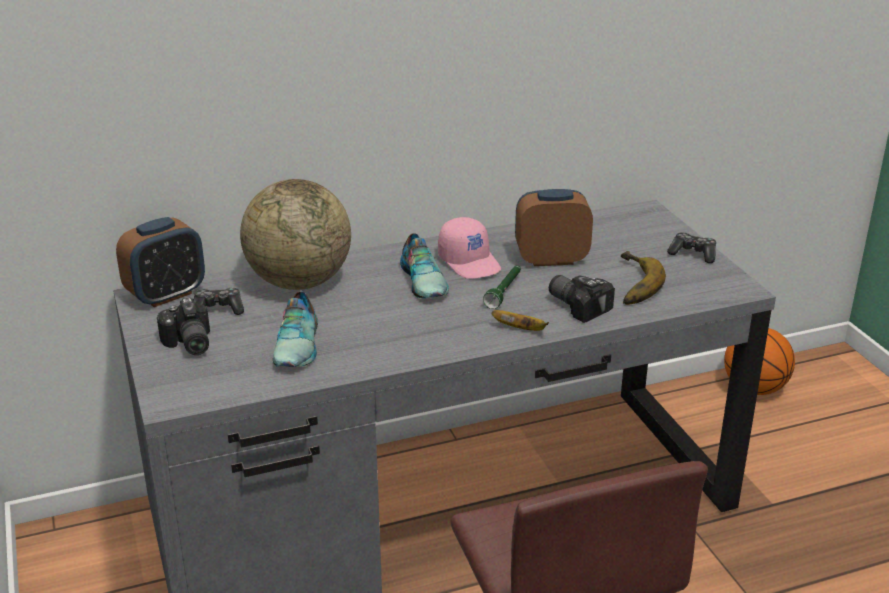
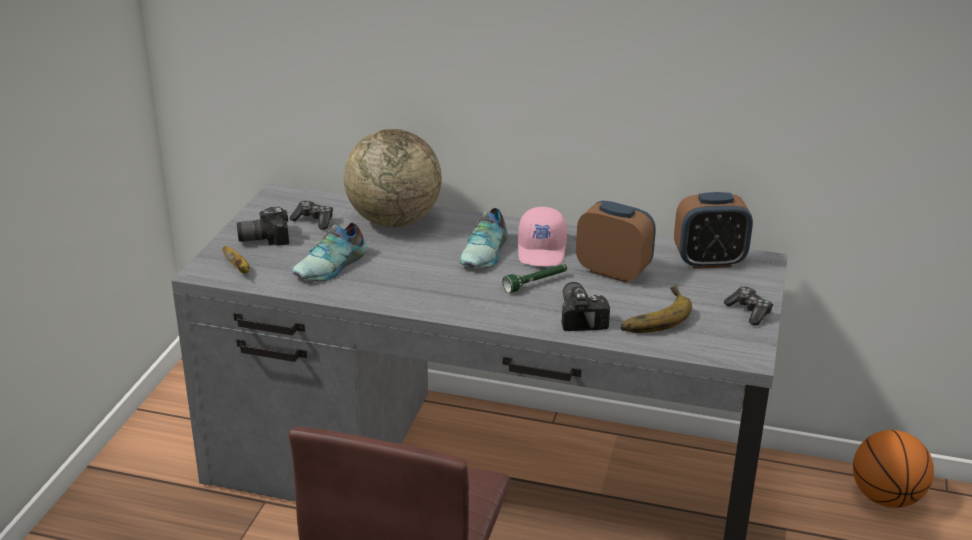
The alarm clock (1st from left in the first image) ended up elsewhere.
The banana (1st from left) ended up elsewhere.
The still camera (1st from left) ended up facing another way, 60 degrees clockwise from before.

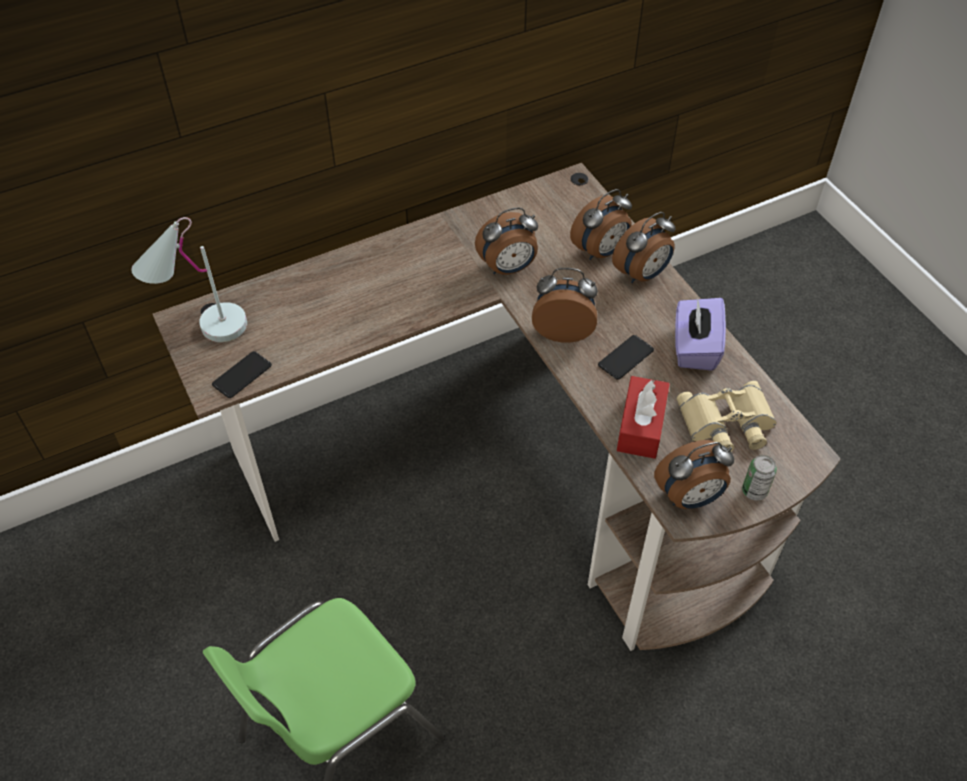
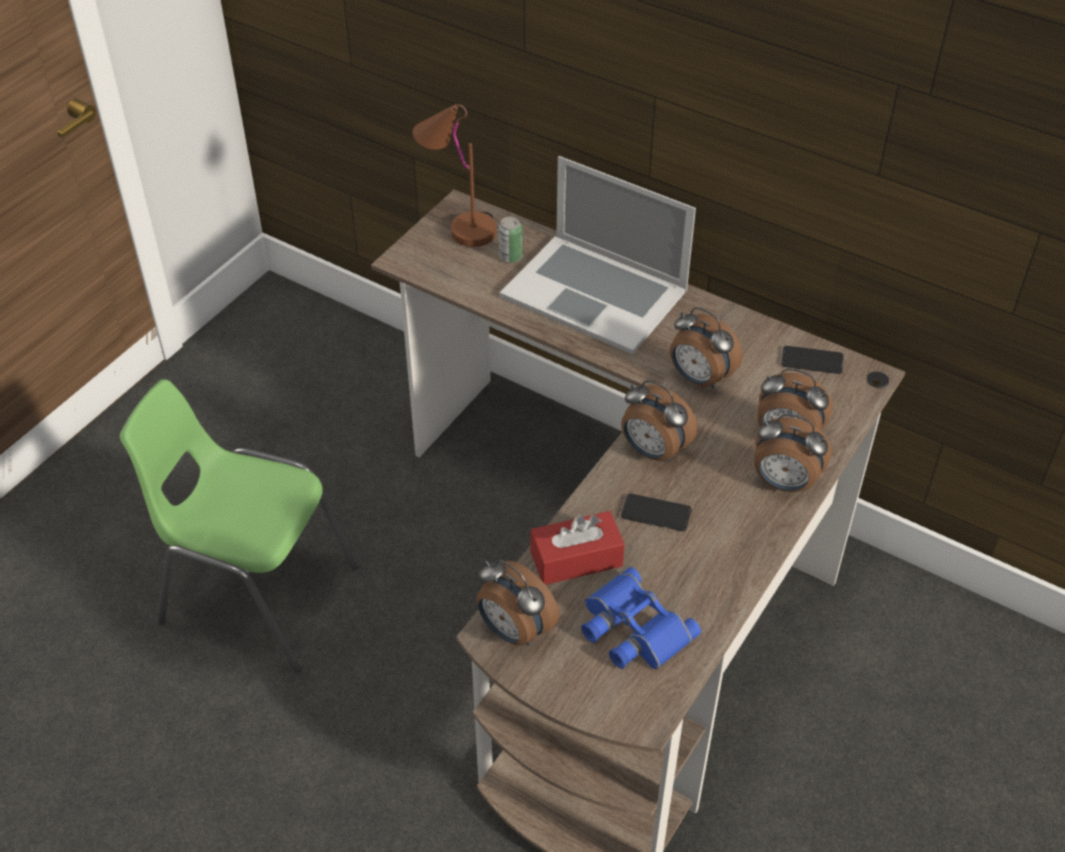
The second view lost the purple-coloured tissue box.
The second view gained the notebook computer.
The telephone (1st from left in the first image) ended up elsewhere.
The can ended up elsewhere.
What was the white-coloured table lamp turned into the brownish table lamp.
What was the sand-coloured binoculars turned into the blue binoculars.
The alarm clock (2nd from left) ended up facing another way, 150 degrees clockwise from before.

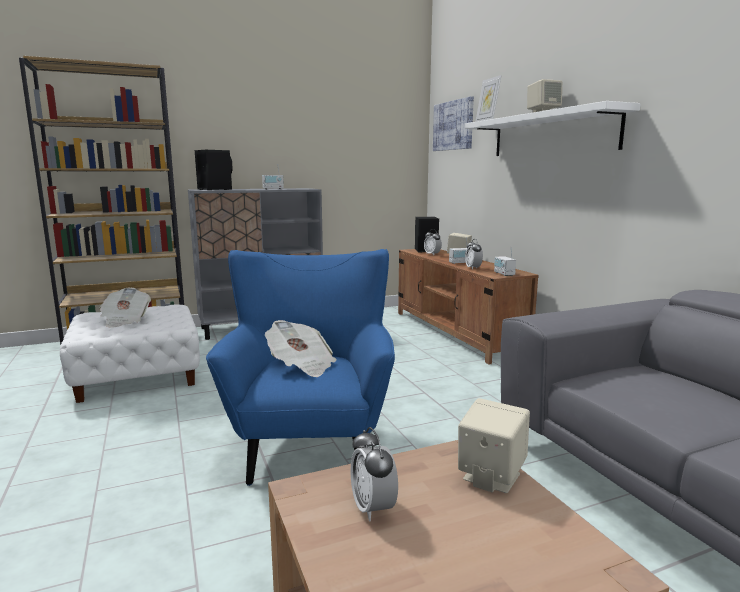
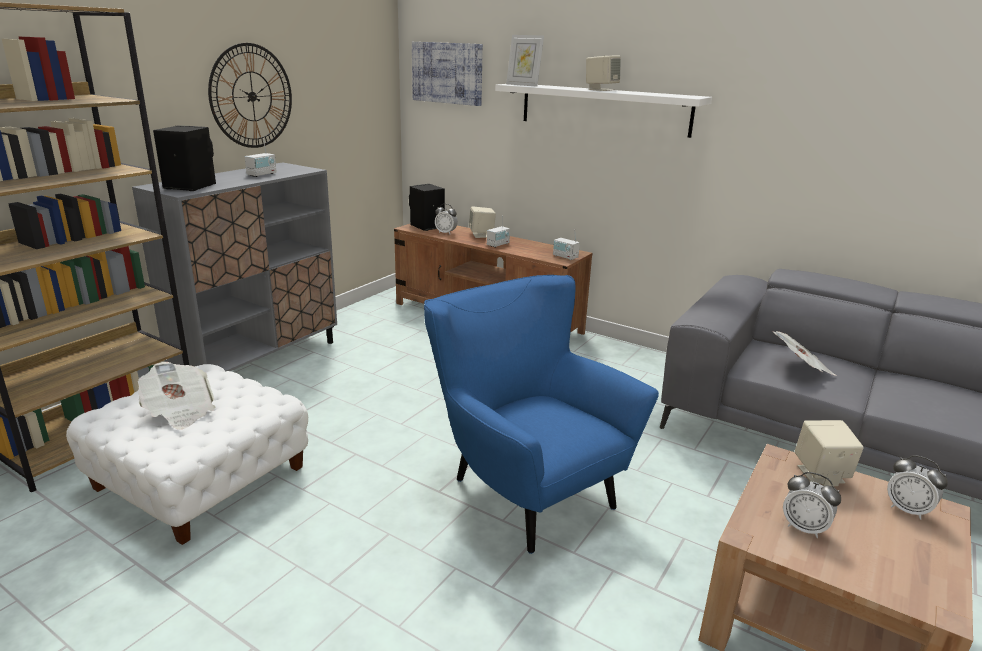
The second view gained the hanging clock.
The newspaper (2nd from left) ended up elsewhere.
The alarm clock (3rd from left) ended up elsewhere.

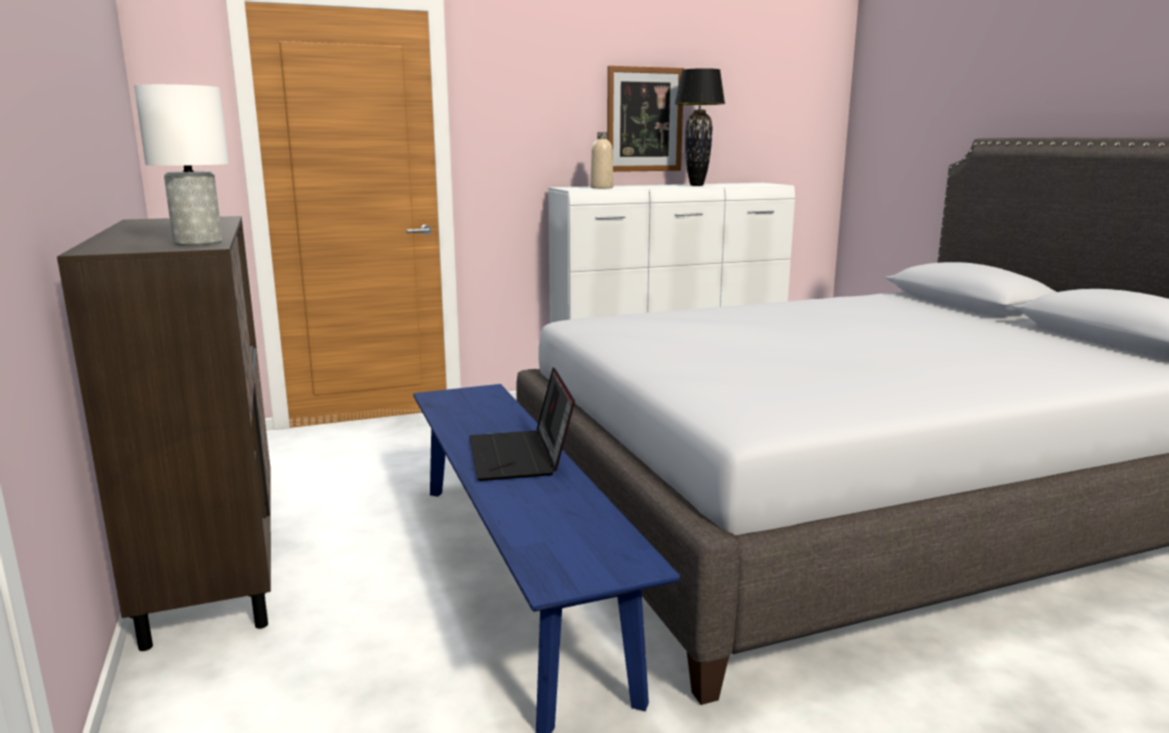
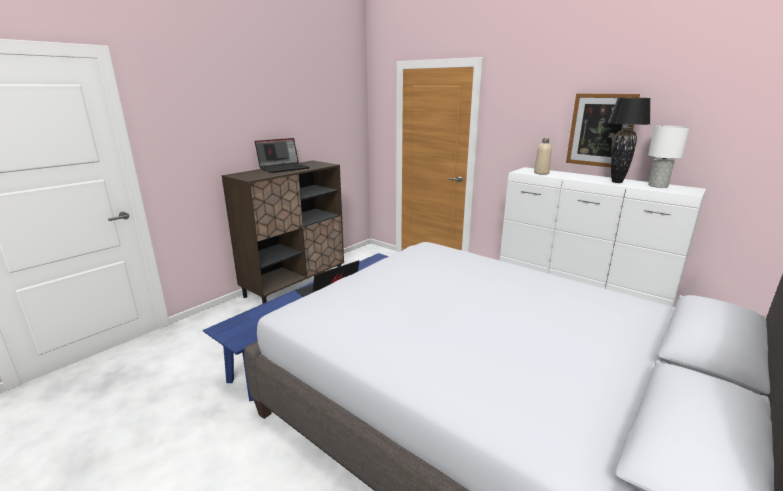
The second view gained the notebook computer (1st from left).
The white-coloured table lamp ended up elsewhere.

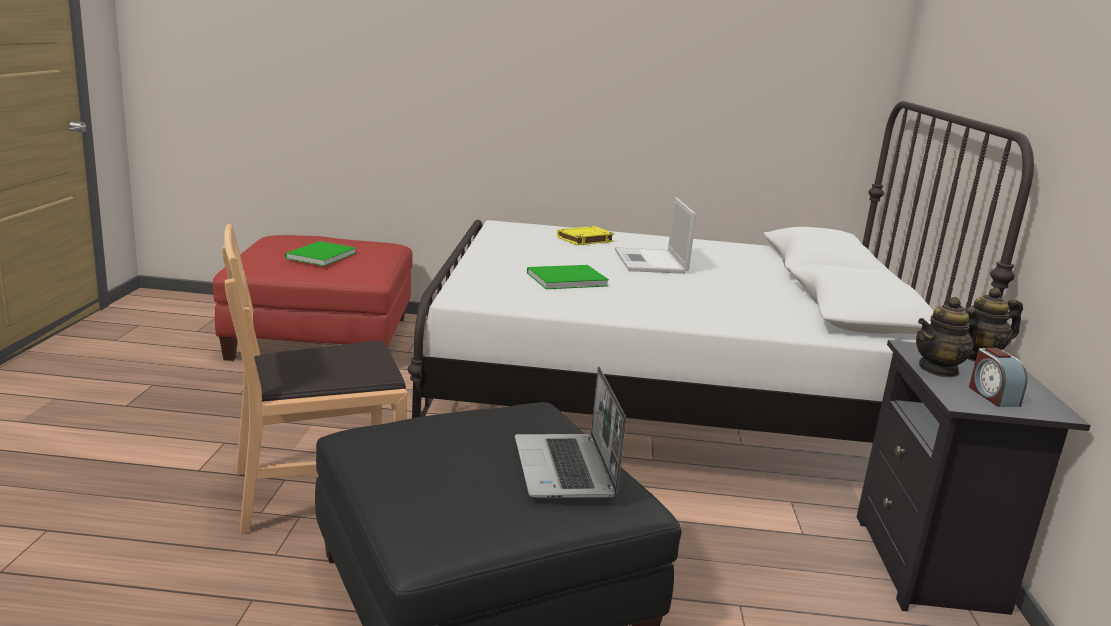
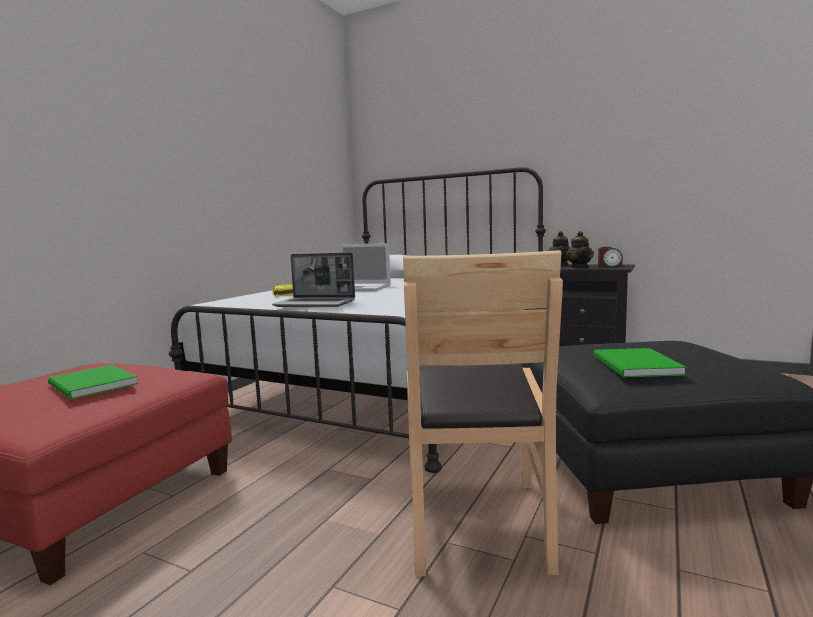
The notebook computer (1st from left) ended up elsewhere.
The greenish bound book (2nd from left) ended up elsewhere.

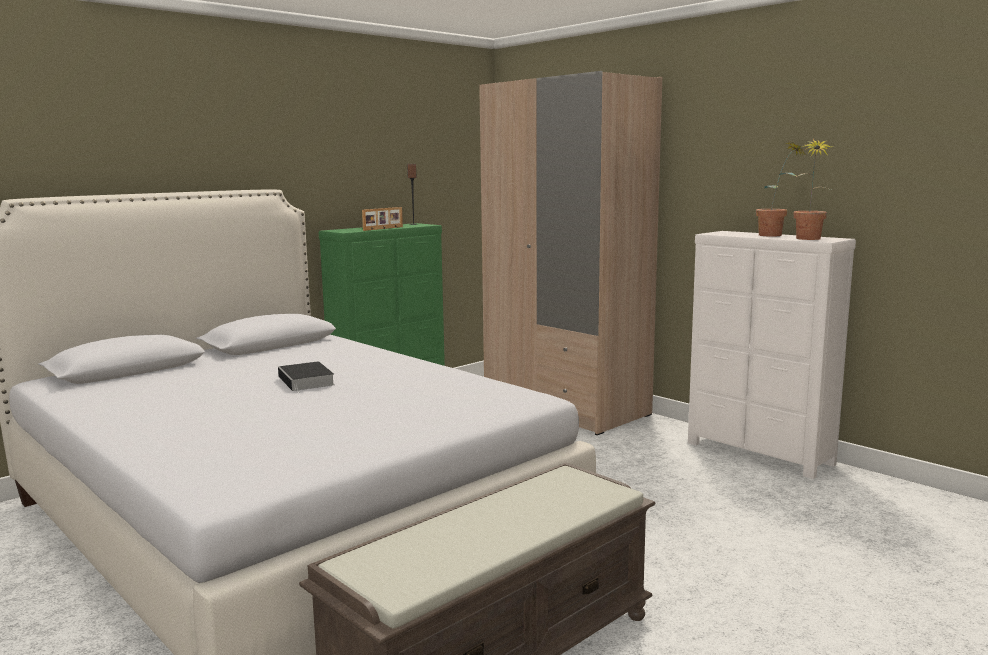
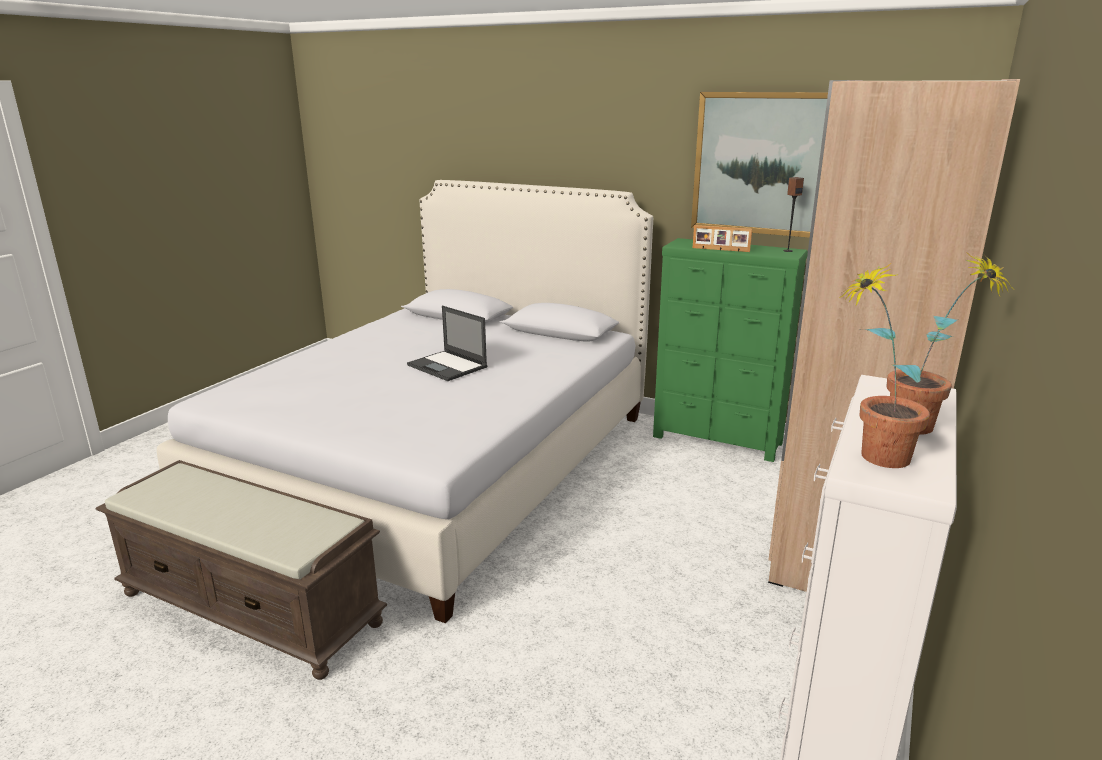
The second view gained the wall picture.
Where the bound book stood, the notebook computer came to stand.

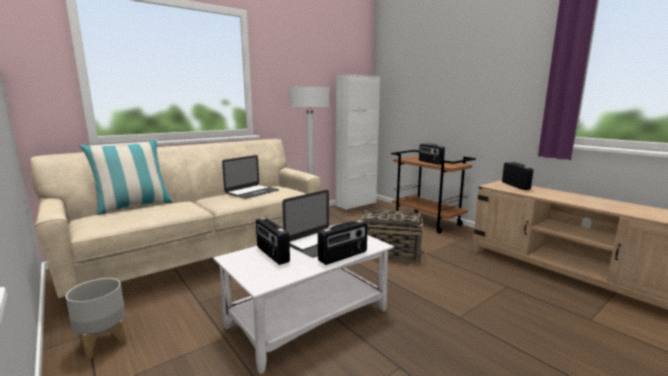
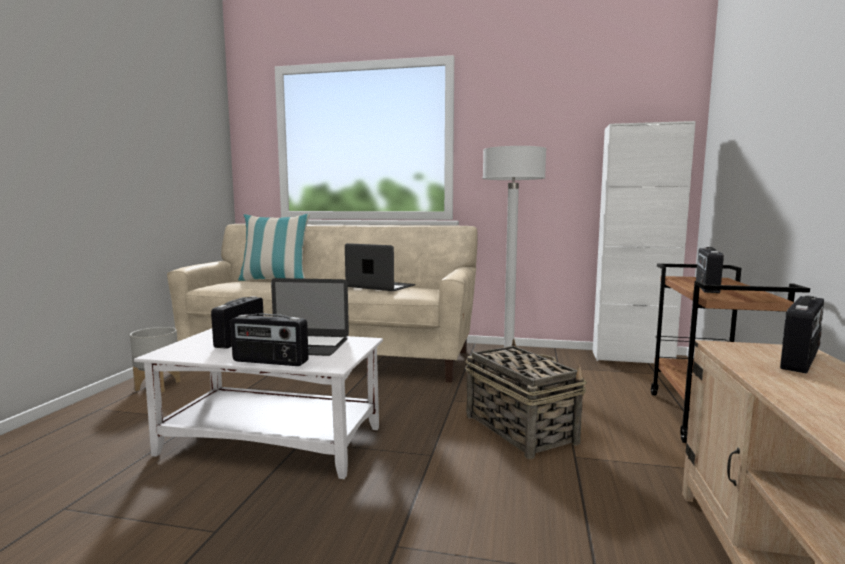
The notebook computer (1st from left in the first image) ended up facing another way, 150 degrees counterclockwise from before.

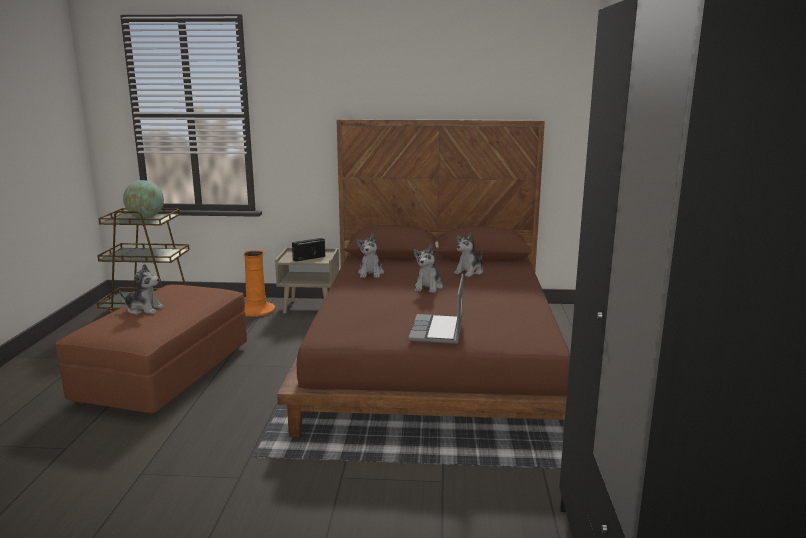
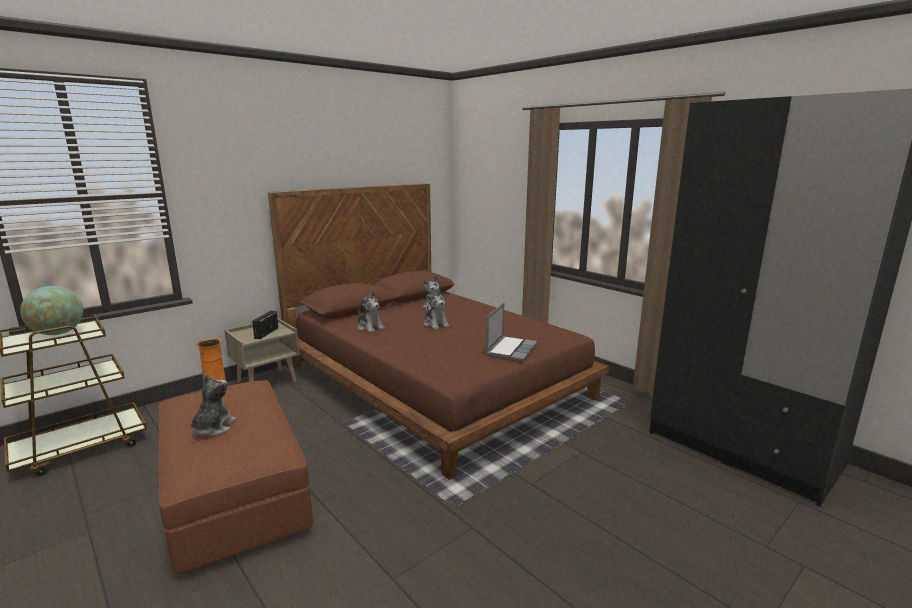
The soft toy (1st from left) ended up facing another way, 45 degrees counterclockwise from before.
The notebook computer ended up facing another way, 120 degrees counterclockwise from before.

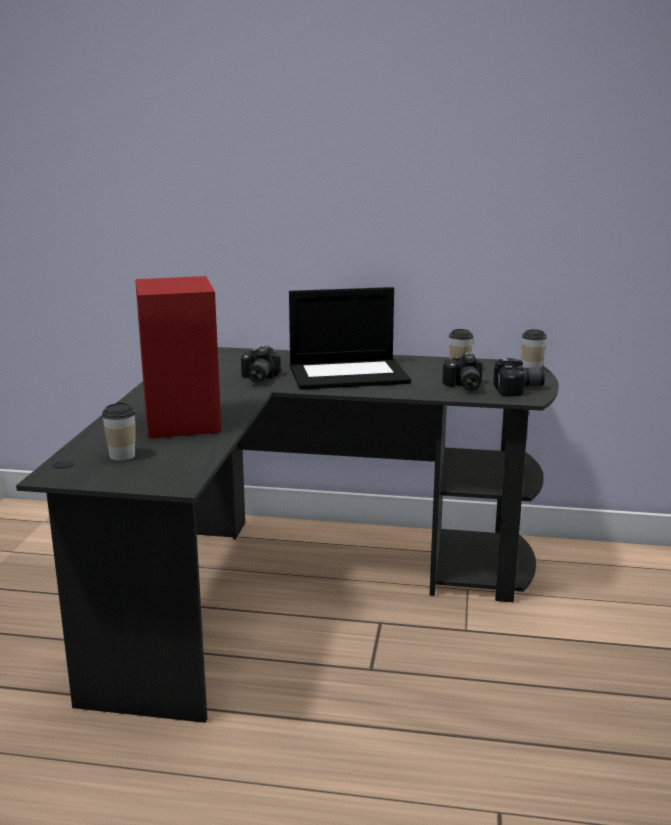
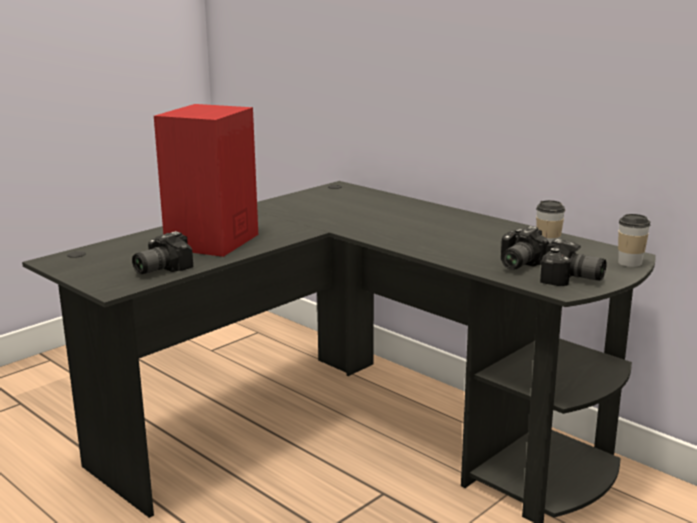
The second view lost the cup (1st from left).
The second view lost the notebook computer.
The still camera (1st from left) ended up elsewhere.

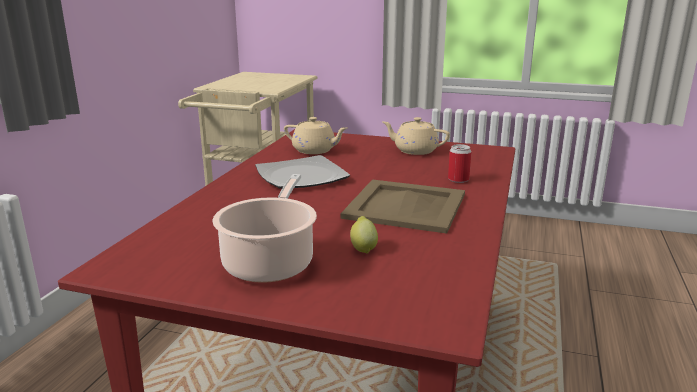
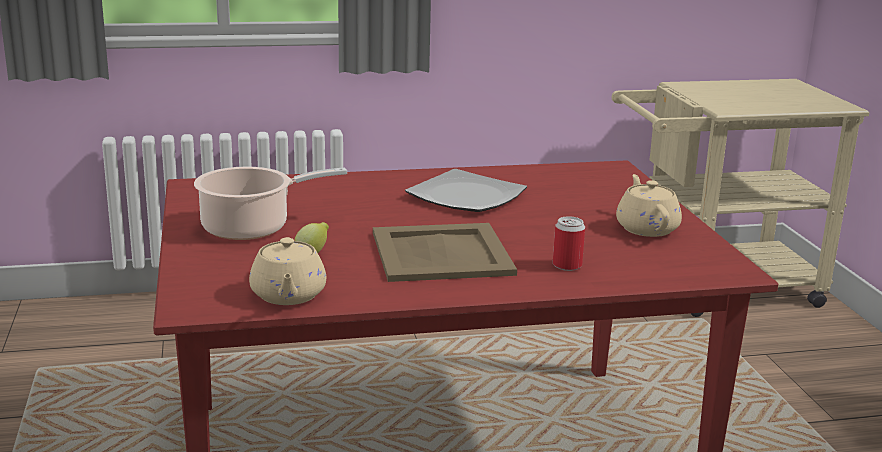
The sand-coloured tea pot (1st from left) ended up elsewhere.

